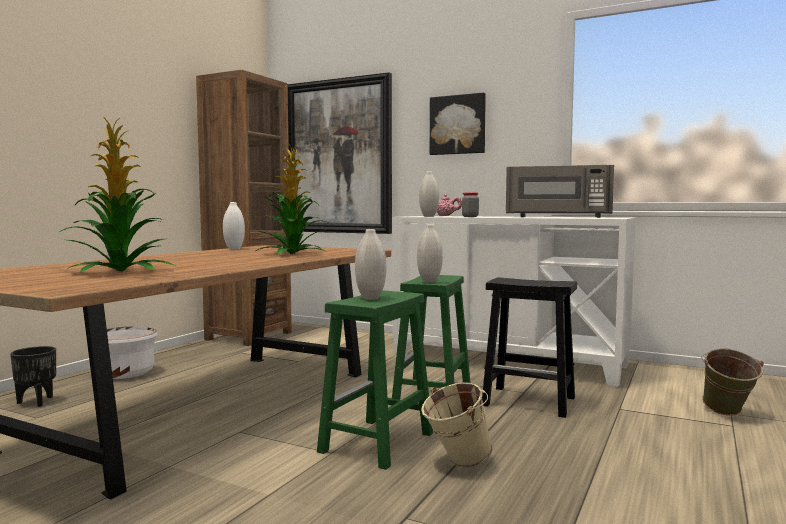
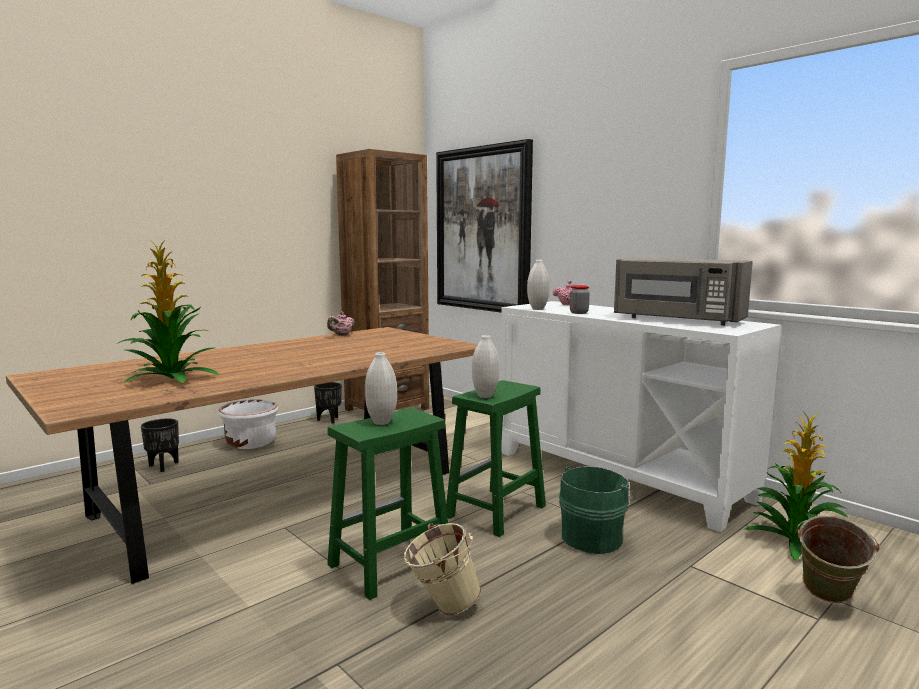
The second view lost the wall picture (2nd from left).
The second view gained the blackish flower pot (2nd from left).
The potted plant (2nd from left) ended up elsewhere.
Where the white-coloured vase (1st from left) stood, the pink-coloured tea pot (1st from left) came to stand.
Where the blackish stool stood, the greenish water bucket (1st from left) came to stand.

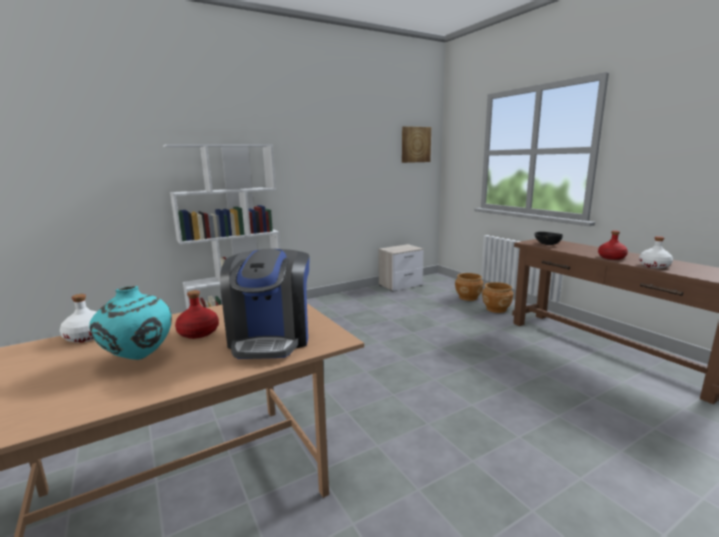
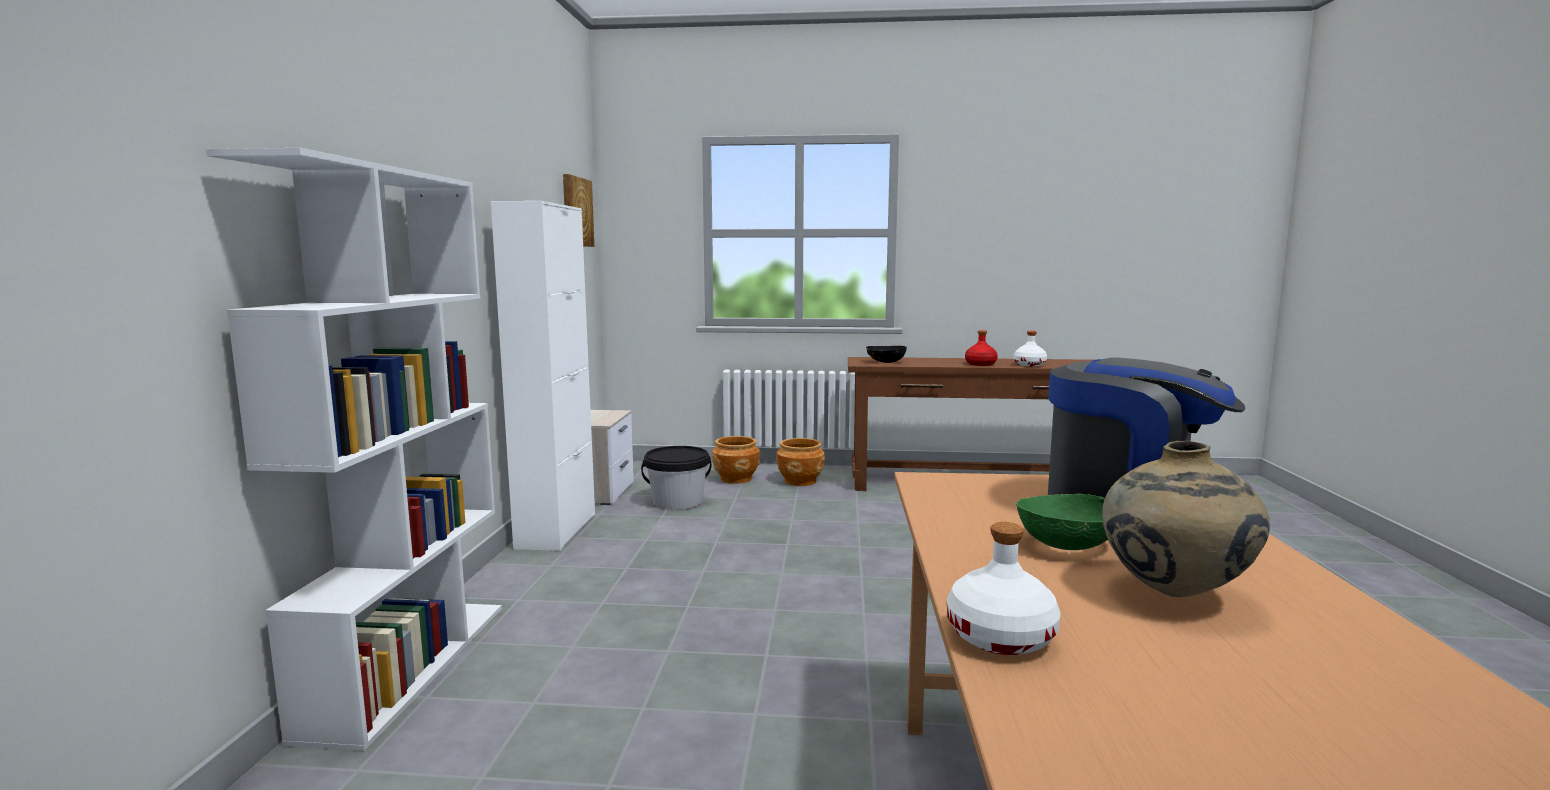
The second view gained the white-coloured cupboard.
The second view gained the blackish water bucket.
Where the red drink bottle (1st from left) stood, the greenish deep dish came to stand.
What was the turquoise-coloured vase turned into the sand-coloured vase.

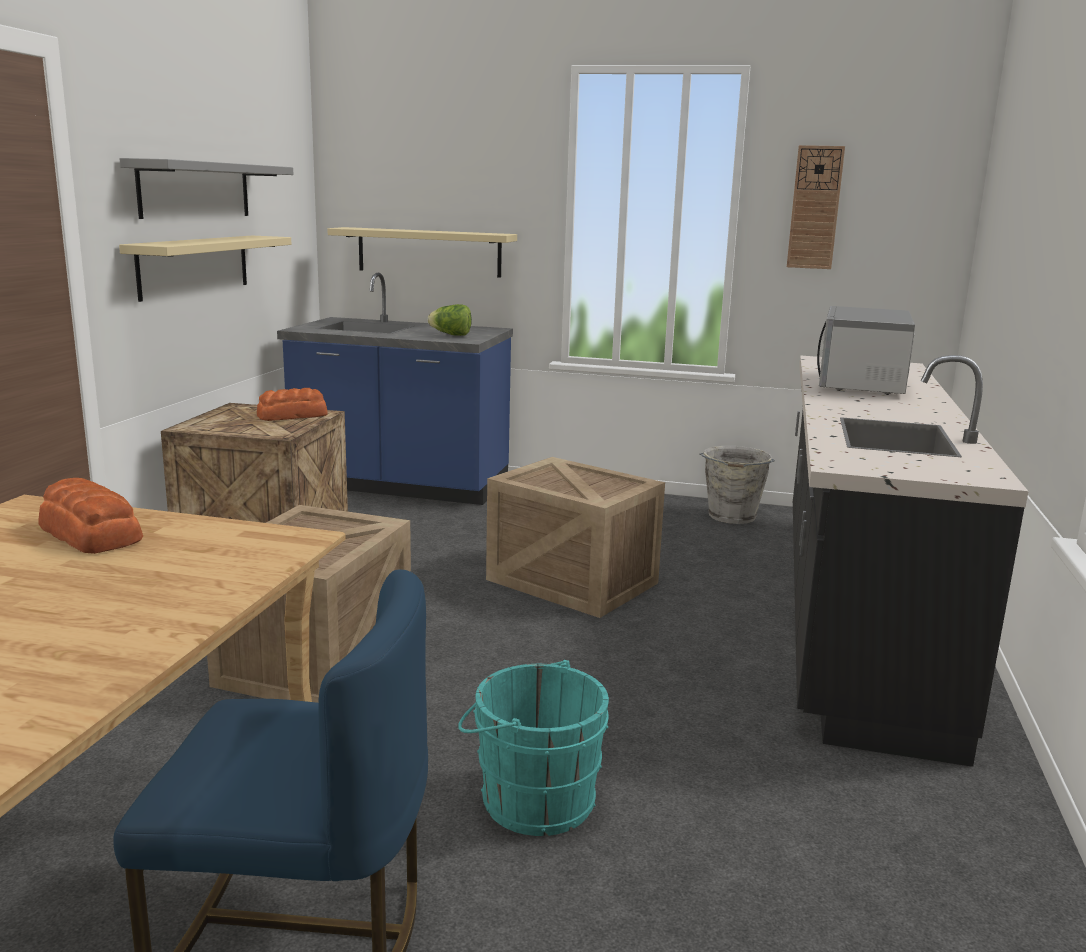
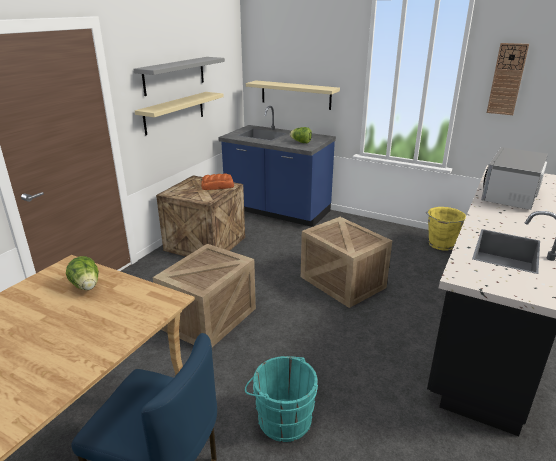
Where the baked bread (1st from left) stood, the head of lettuce (1st from left) came to stand.
What was the grey water bucket turned into the yellow water bucket.

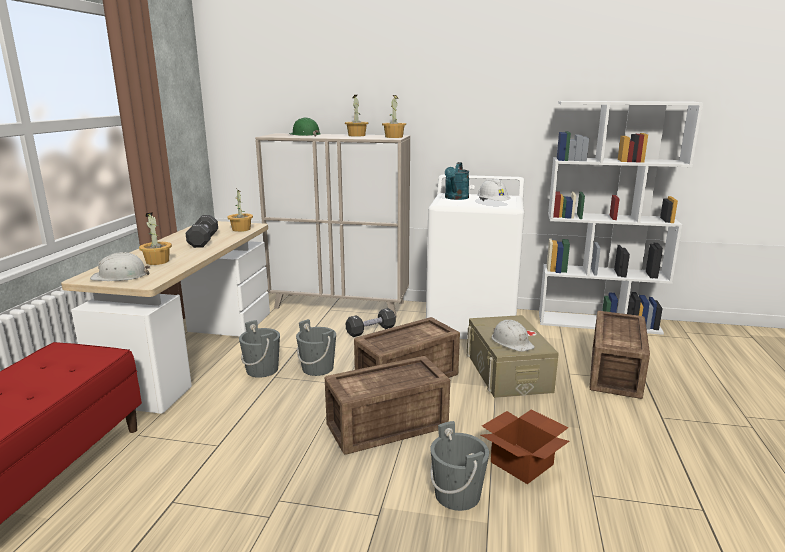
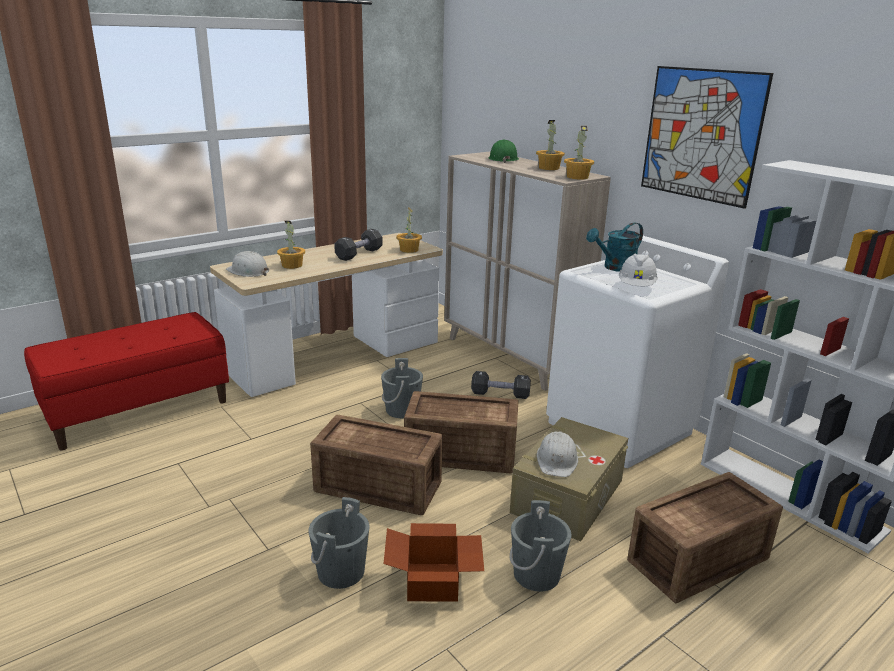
The second view gained the wall picture.
The grey water bucket (1st from left in the first image) ended up elsewhere.

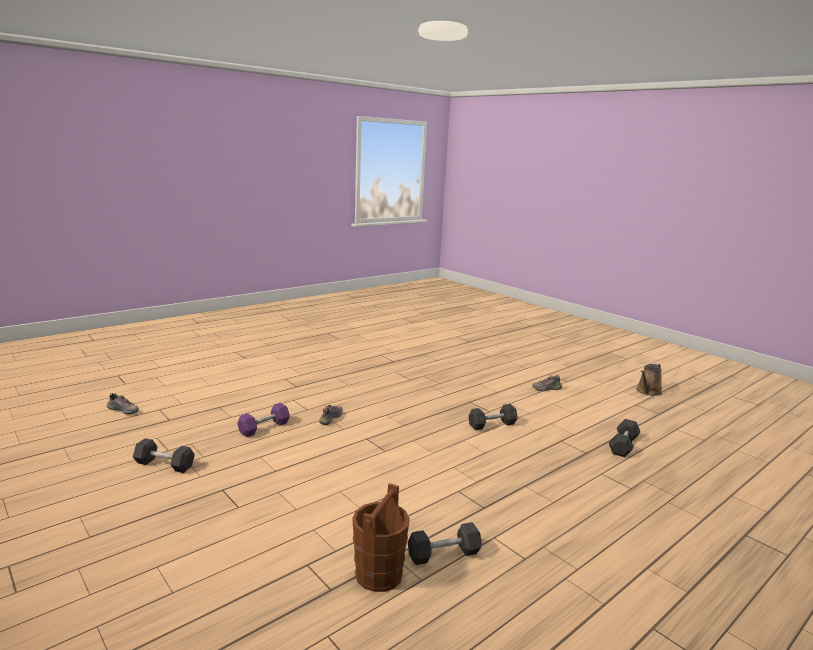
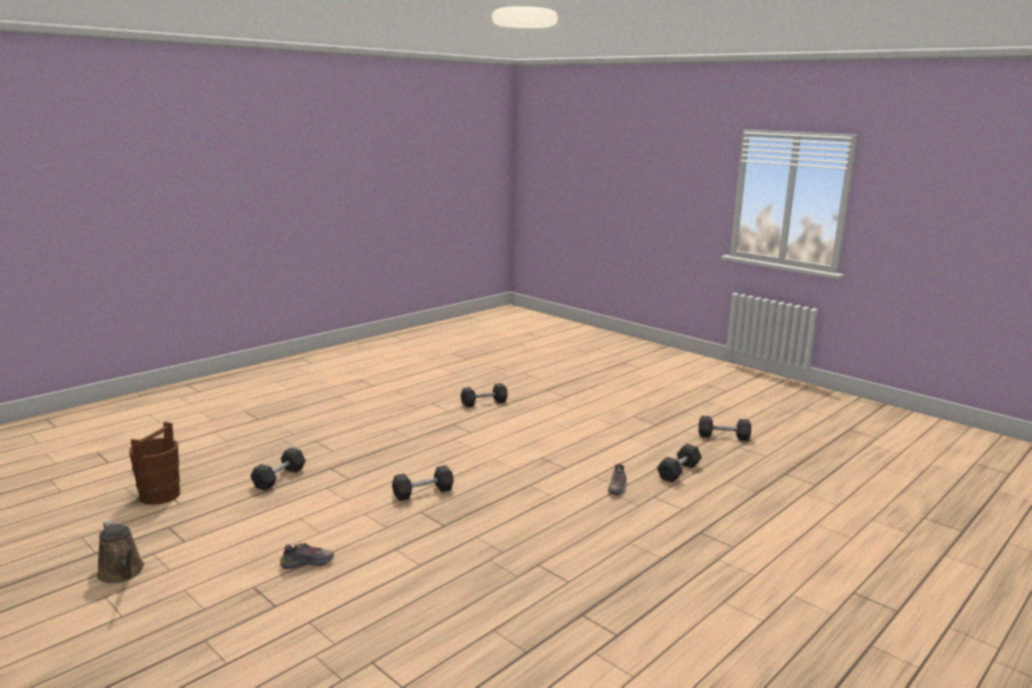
The second view lost the item of footwear (1st from left).
The brownish water bucket ended up elsewhere.
What was the purple-coloured free weight turned into the grey free weight (4th from left).
The brownish watering pot ended up facing another way, 105 degrees clockwise from before.

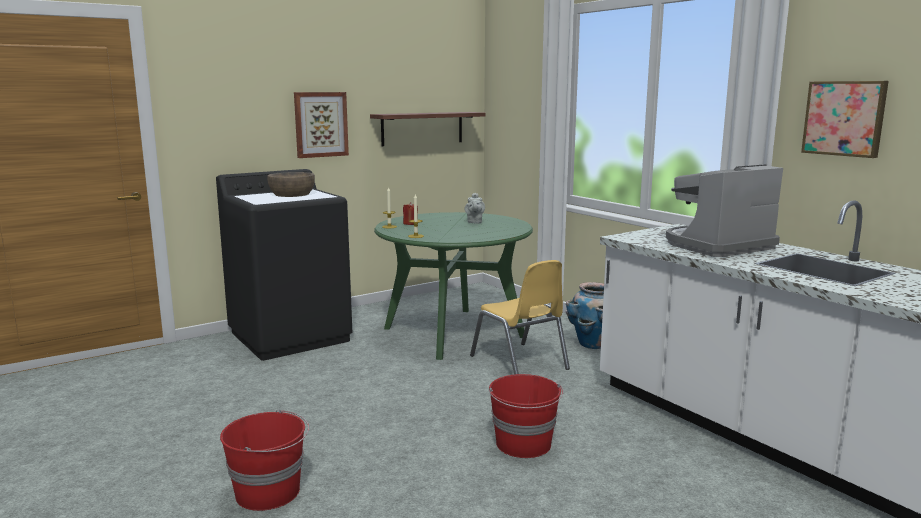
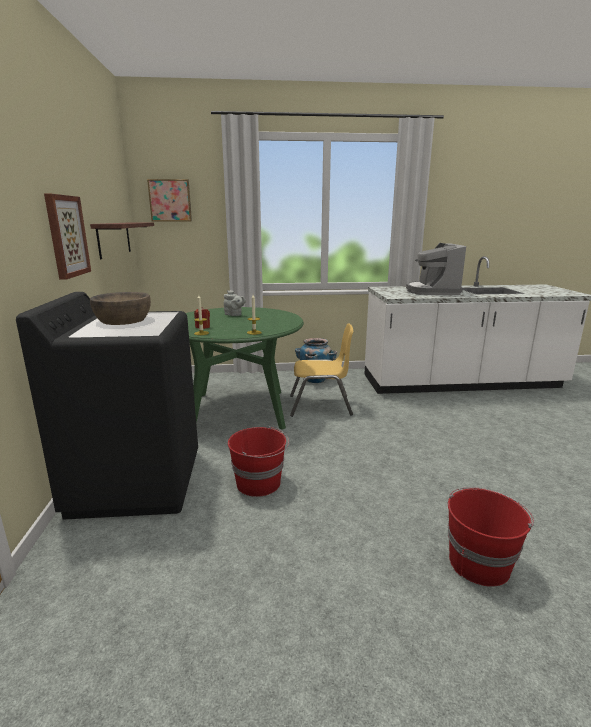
The red water bucket (2nd from left in the first image) ended up elsewhere.
The wall picture (2nd from left) ended up elsewhere.

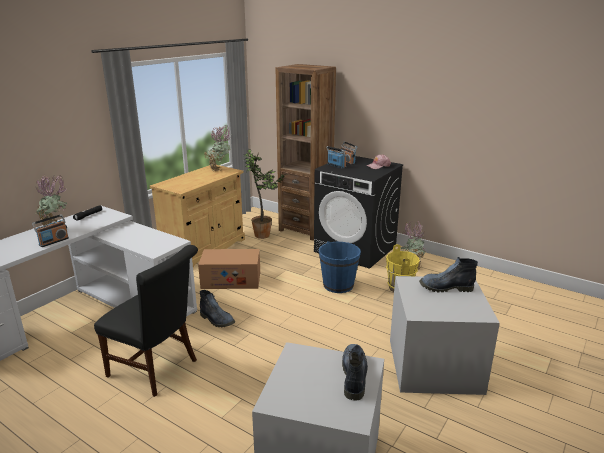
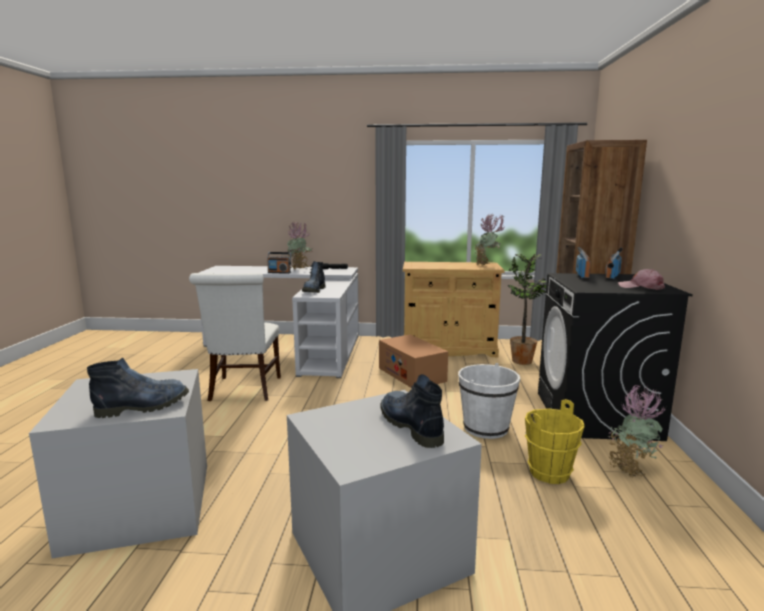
The high-top boot (1st from left in the first image) ended up elsewhere.
What was the blackish upright chair turned into the white-coloured upright chair.
What was the blue water bucket turned into the white-coloured water bucket.

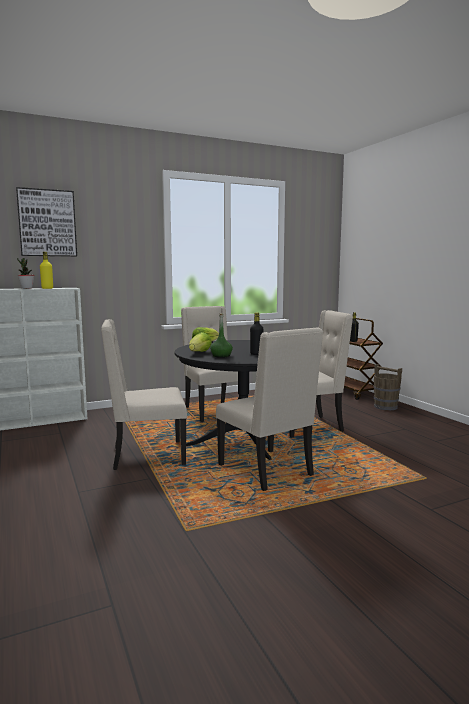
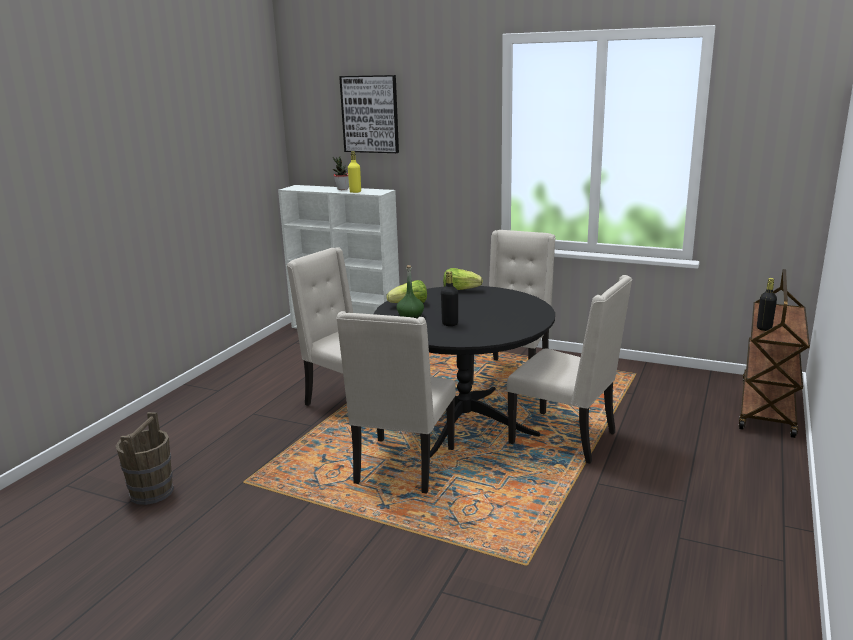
The brownish water bucket ended up elsewhere.

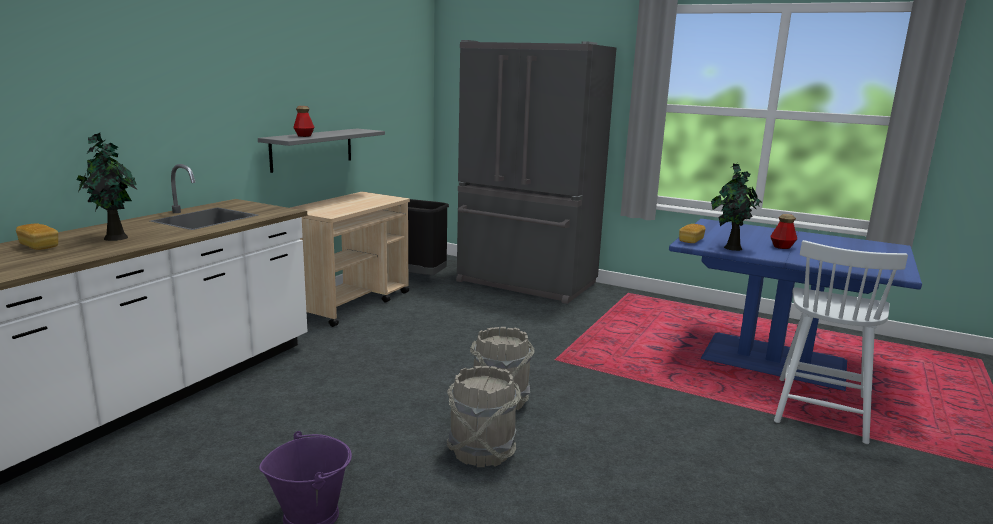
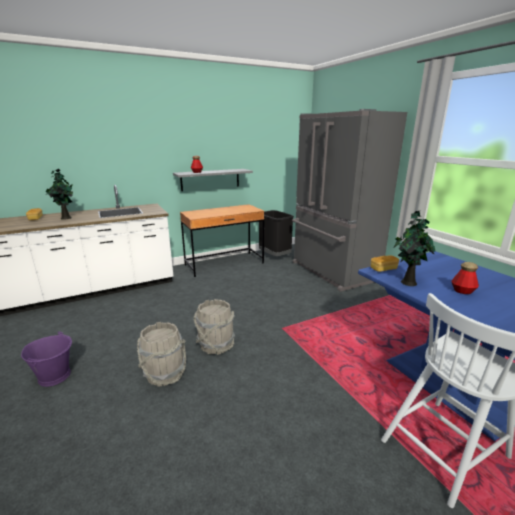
Where the sand-coloured trolley stood, the brownish desk table came to stand.

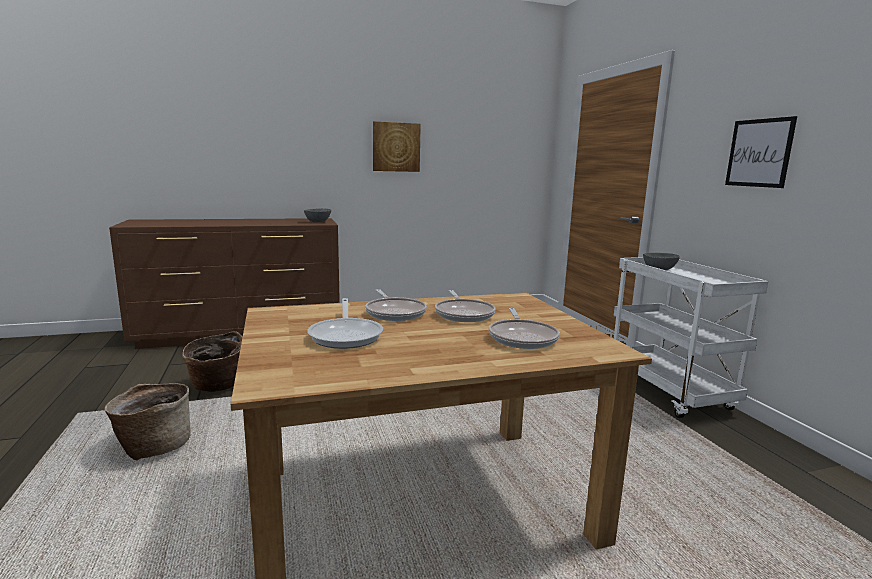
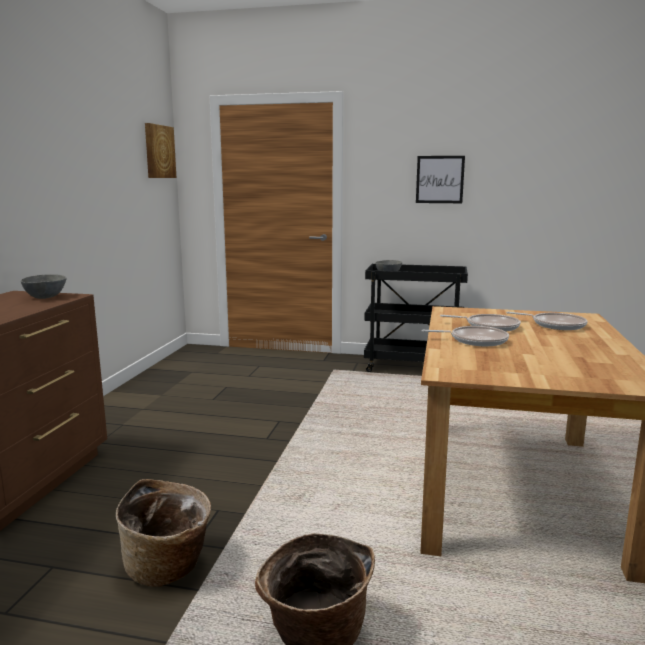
The second view lost the skillet (1st from left).
The wall picture (1st from left) ended up elsewhere.
What was the white-coloured trolley turned into the blackish trolley.

